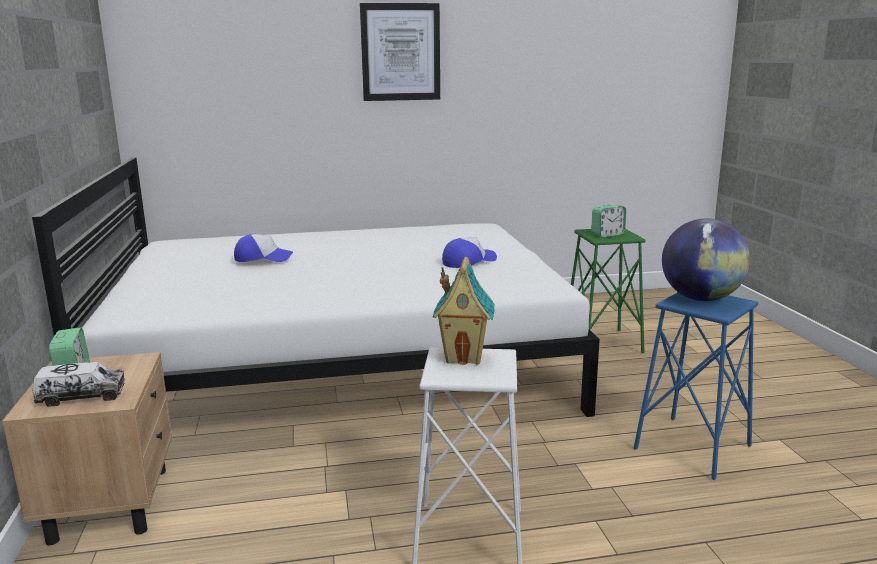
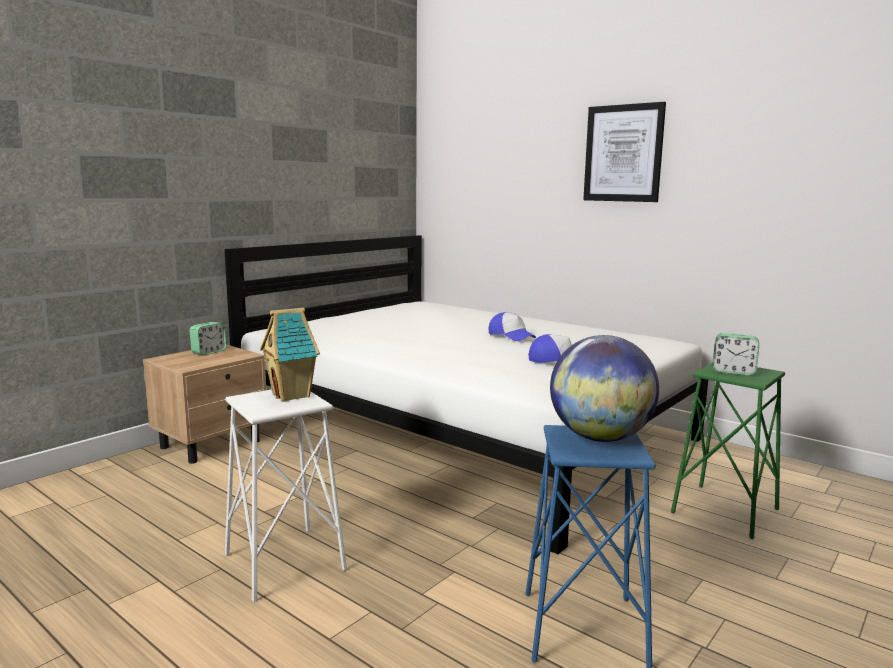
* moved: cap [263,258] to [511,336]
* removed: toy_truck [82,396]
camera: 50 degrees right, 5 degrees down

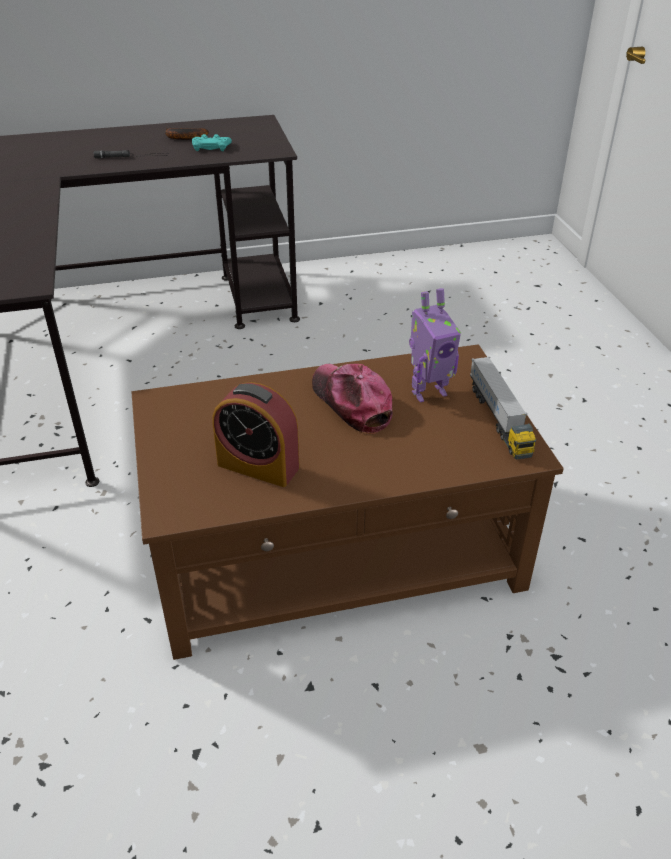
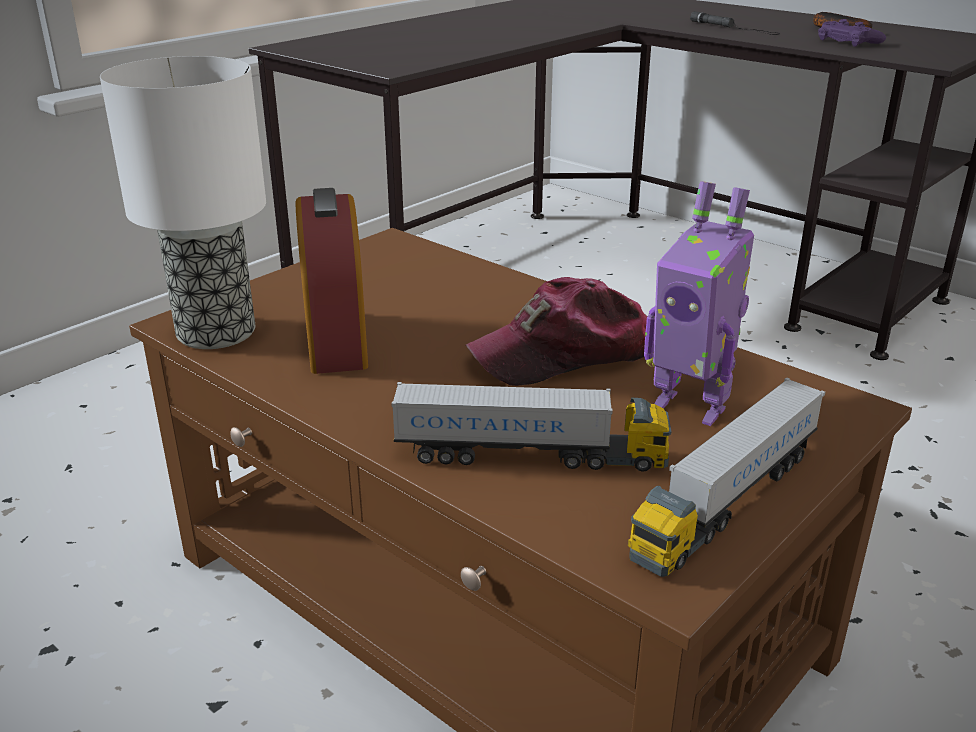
* recoloured: turquoise_game_controller [211,147] to purple_game_controller [848,41]
* turned: cap [351,403] = [564,355] 135 degrees counterclockwise
* added: table_lamp [218,332]
* added: toy_truck [530,456]
camera: 55 degrees right, 10 degrees down

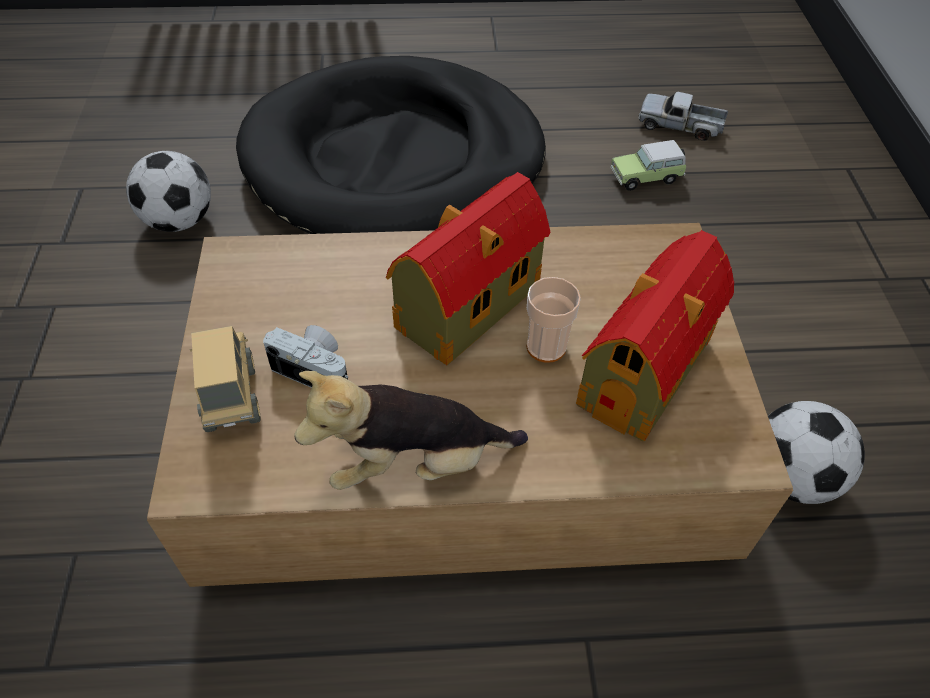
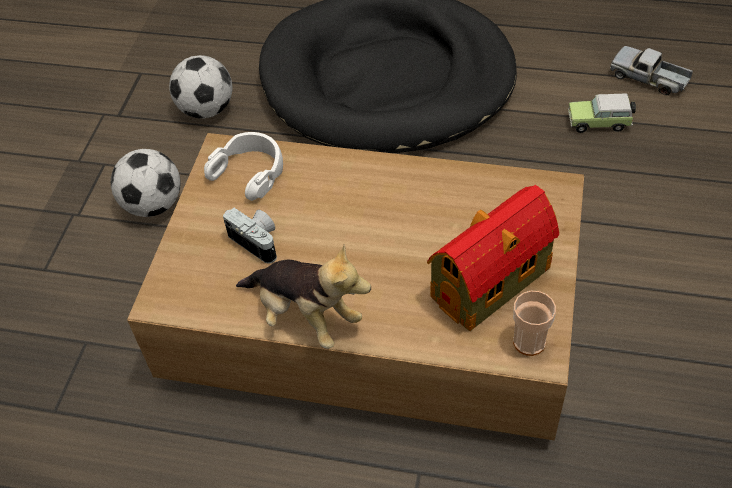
* removed: toy_house [465,308]
* moved: cup [546,347] to [529,342]
* removed: toy_truck [231,398]
* turned: plush_toy [414,463] = [305,316] 150 degrees counterclockwise
* moved: football [790,477] to [153,205]
* added: white_headphones [250,172]
camera: 20 degrees right, 0 degrees up

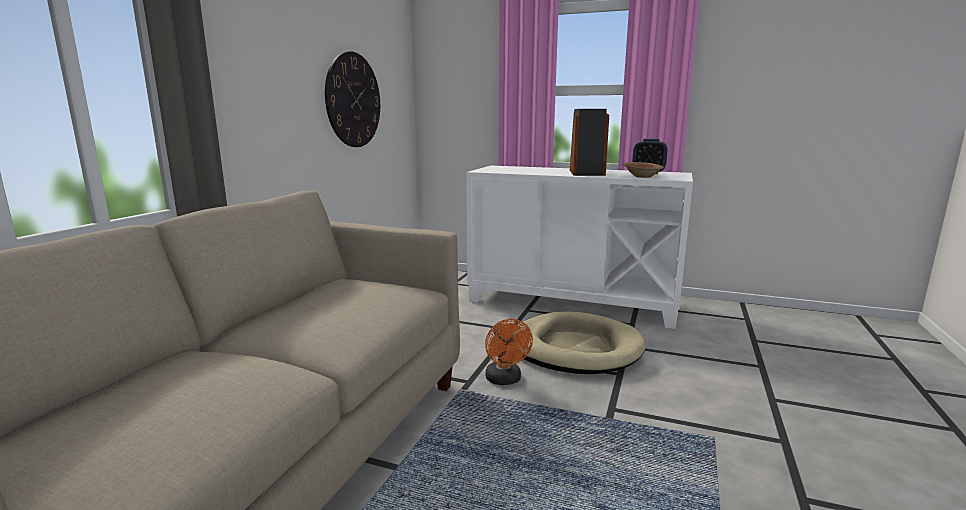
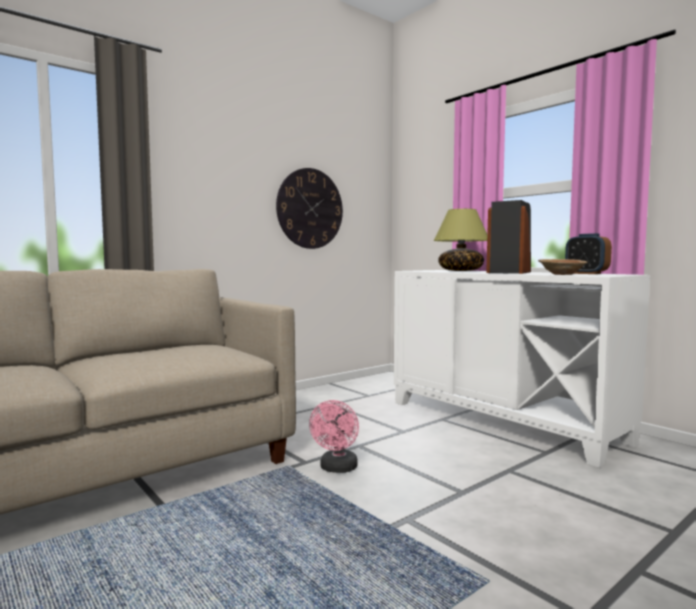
* removed: beige_dog_bed [574,348]
* recoloured: orange_fan [505,380] to pink_fan [337,469]
* added: table_lamp [461,270]
camera: 30 degrees right, 10 degrees down

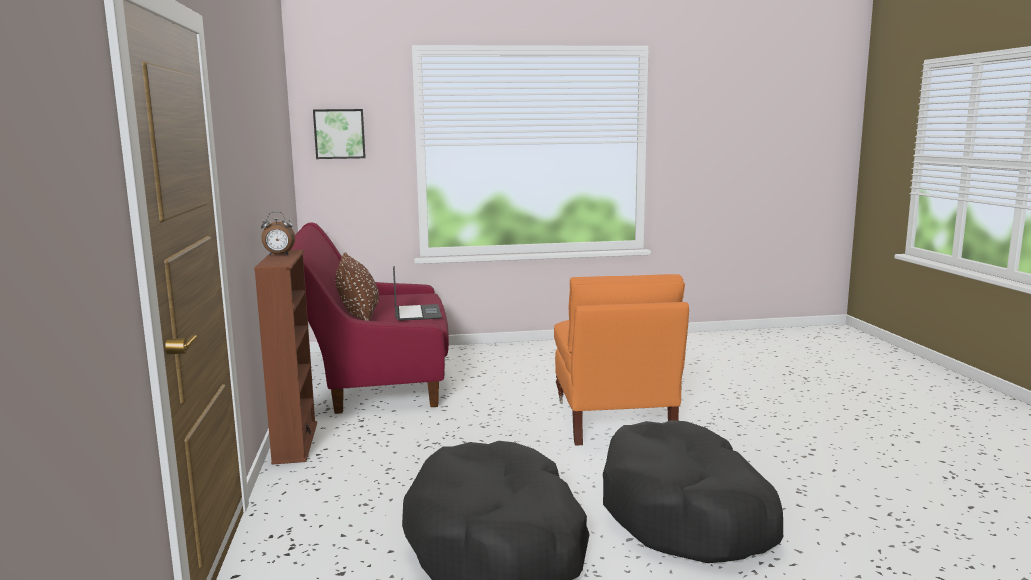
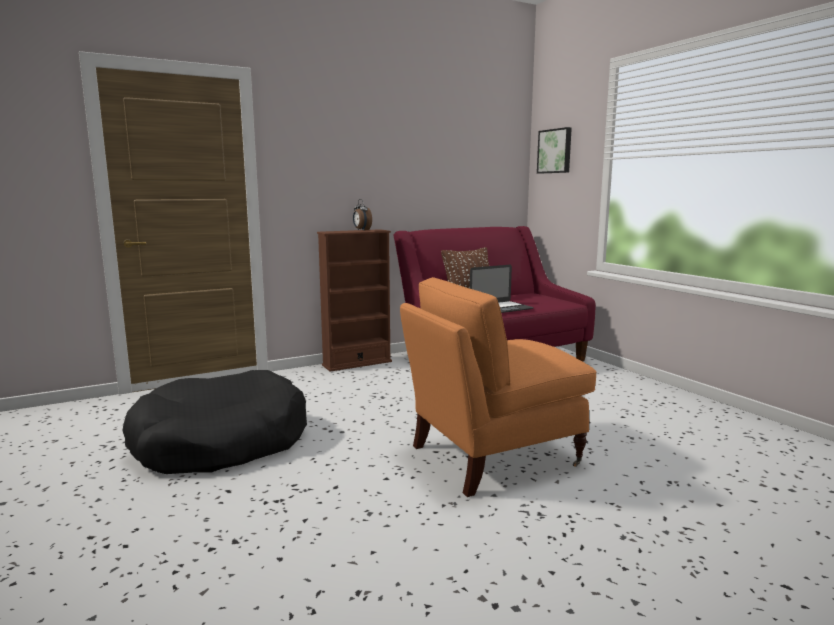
* removed: black_dog_bed [687,514]
camera: 70 degrees right, 0 degrees up

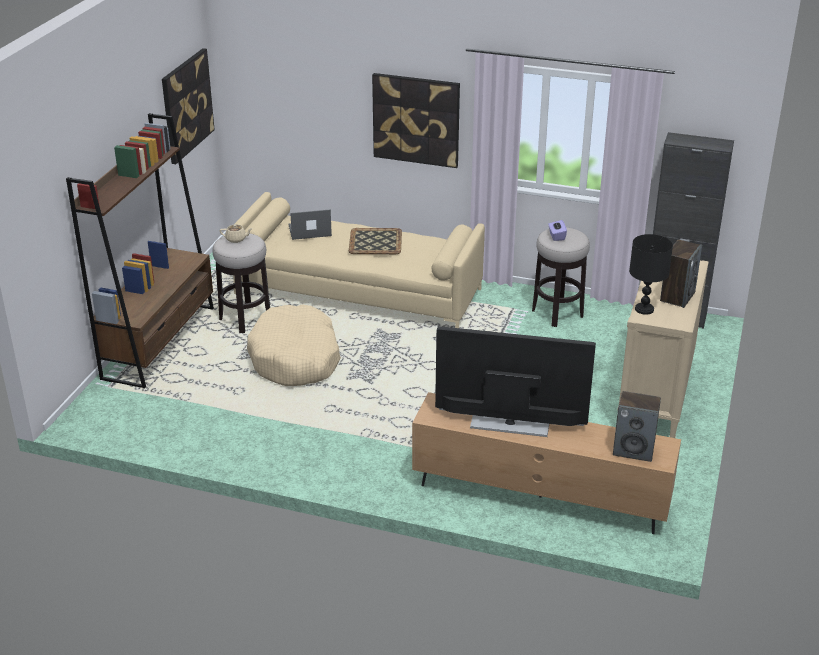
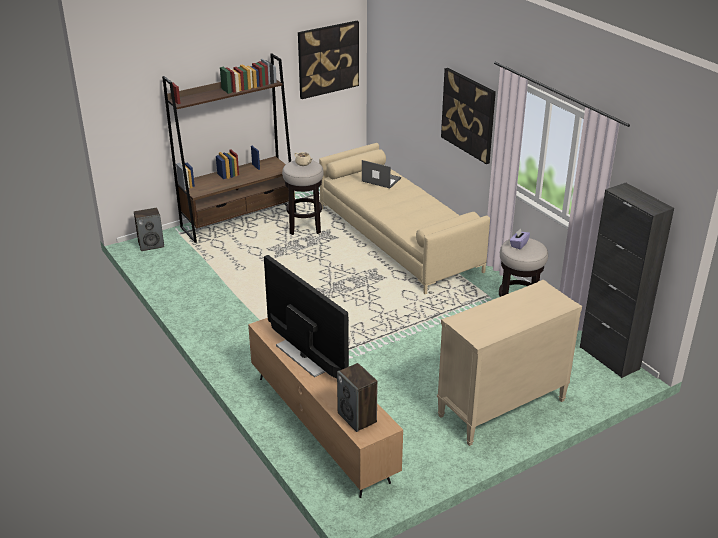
* removed: tray [376,242]
* removed: black_table_lamp [644,309]
* moved: speaker [677,296] to [151,245]
* removed: beige_dog_bed [295,359]
camera: 40 degrees right, 0 degrees up

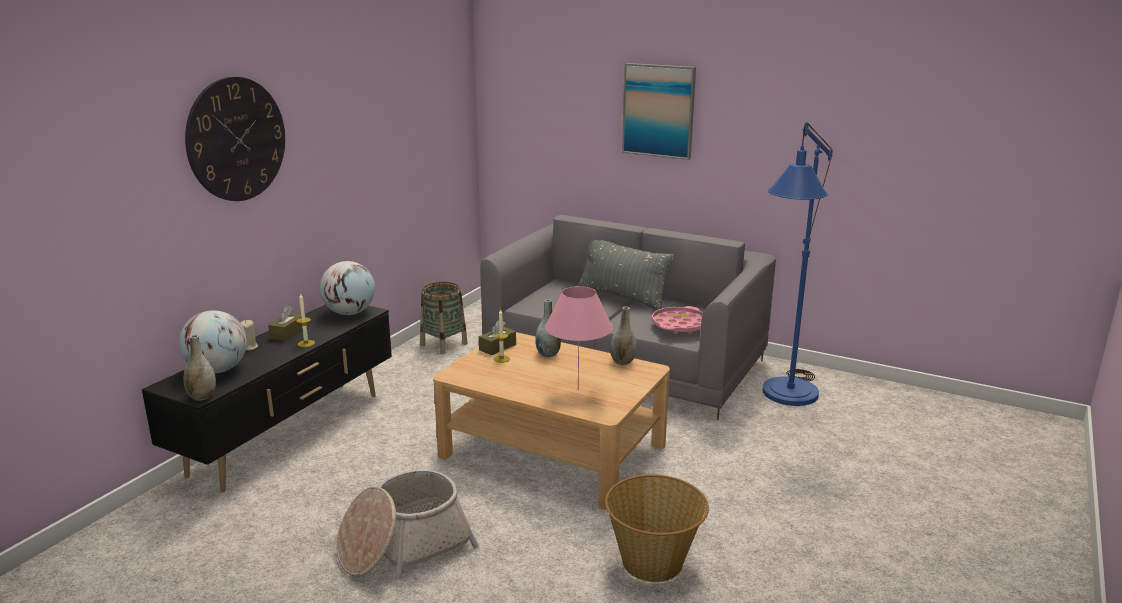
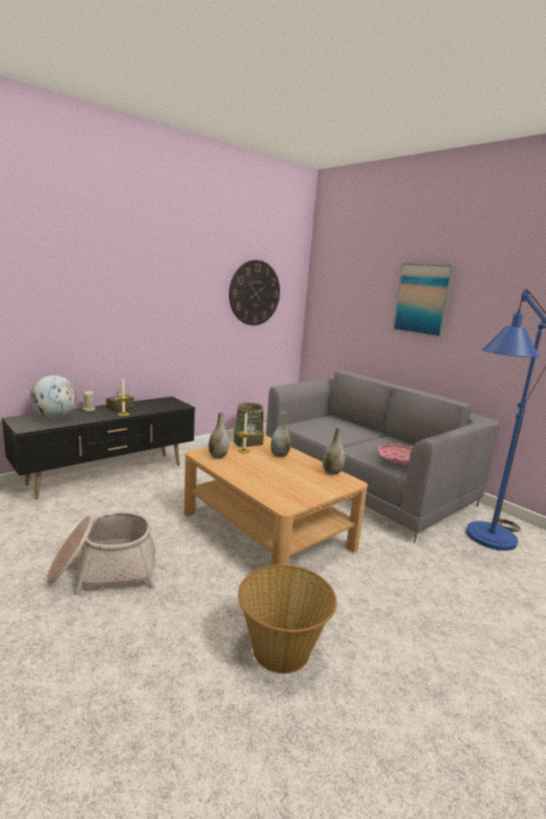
* moved: wall_clock [236,139] to [254,293]
* removed: grey_pillow [622,298]
* removed: globe [349,313]
* removed: pink_table_lamp [578,390]
* moved: grey_vase [202,397] to [218,456]
camera: 20 degrees right, 5 degrees down

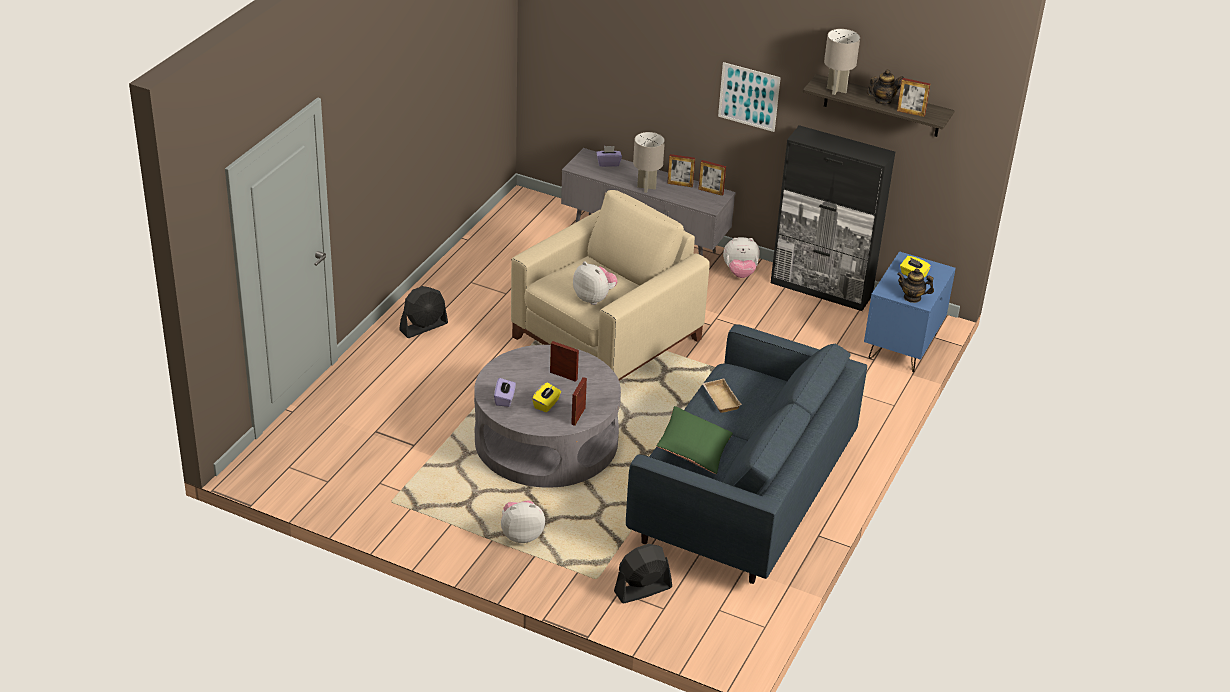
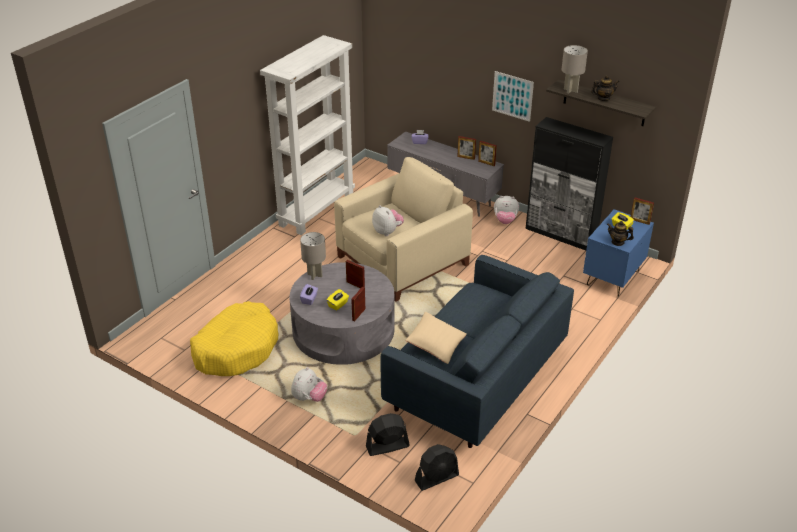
* moved: picture_frame [911,113] to [640,221]
* moved: grey_table_lamp [646,187] to [314,275]
* moved: black_fan [424,327] to [437,478]
* removed: beige_tray [719,398]
* recoloured: green_pillow [694,450] to beige_pillow [436,344]
* turned: plush_toy [521,535] = [309,398] 120 degrees clockwise
* added: white_bookcase [316,209]
* added: yellow_dog_bed [236,348]
camera: 10 degrees right, 0 degrees up

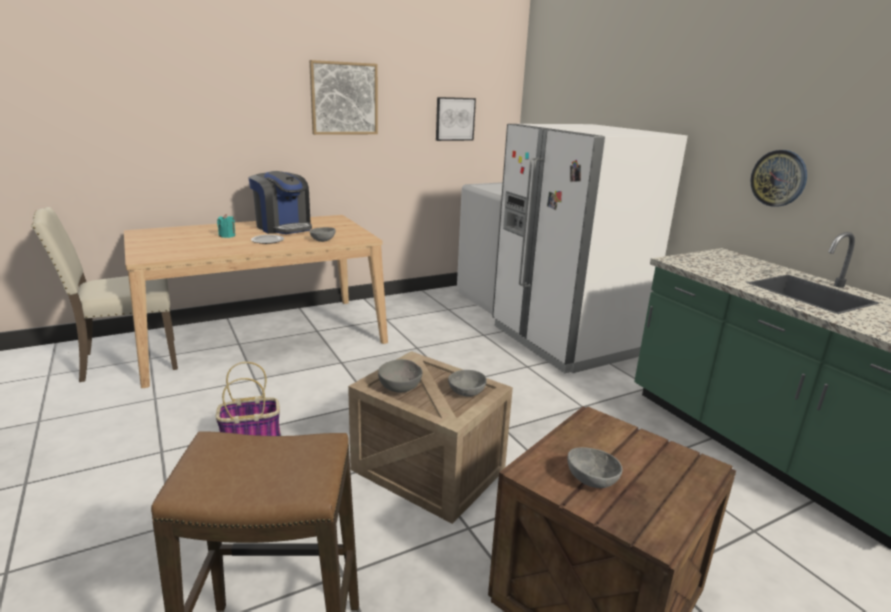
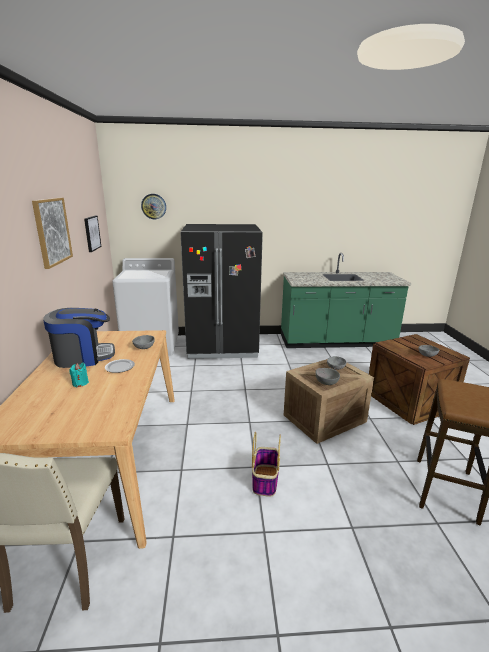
* recoloured: white_fridge [565,340] to black_fridge [222,347]
* moved: wall_clock [779,178] to [153,206]
camera: 65 degrees left, 0 degrees up

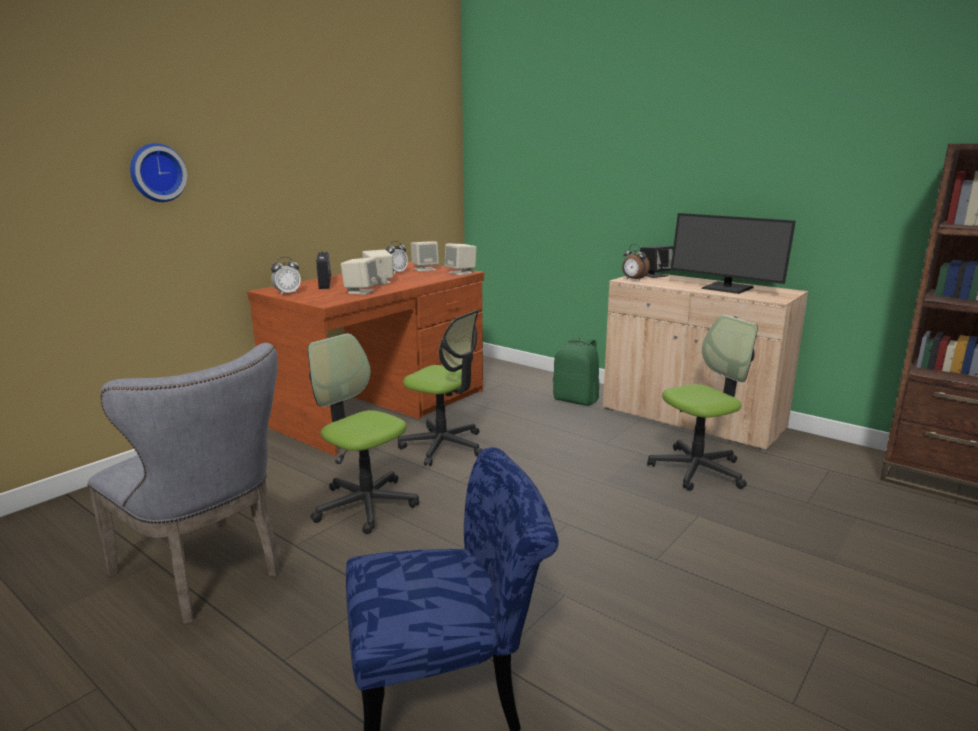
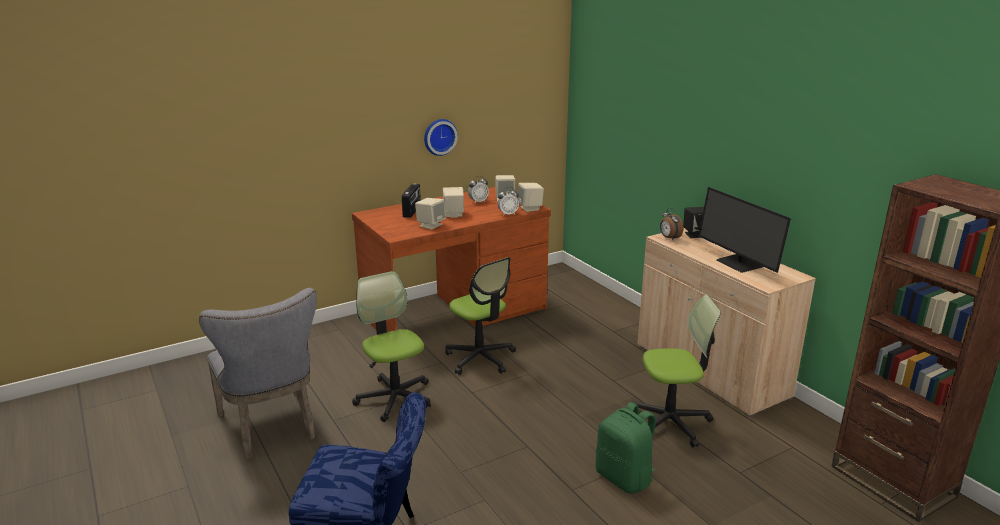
* moved: wall_clock [156,172] to [439,136]
* moved: alarm_clock [287,293] to [508,214]
* moved: green_backpack [576,400] to [625,478]
camera: 20 degrees right, 5 degrees up

